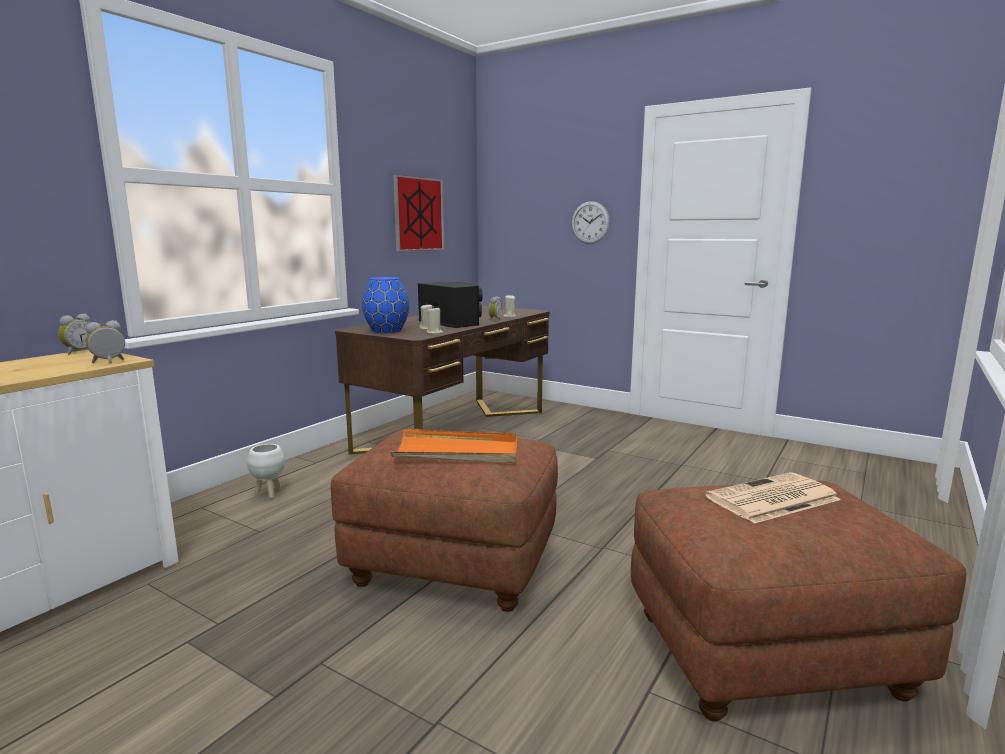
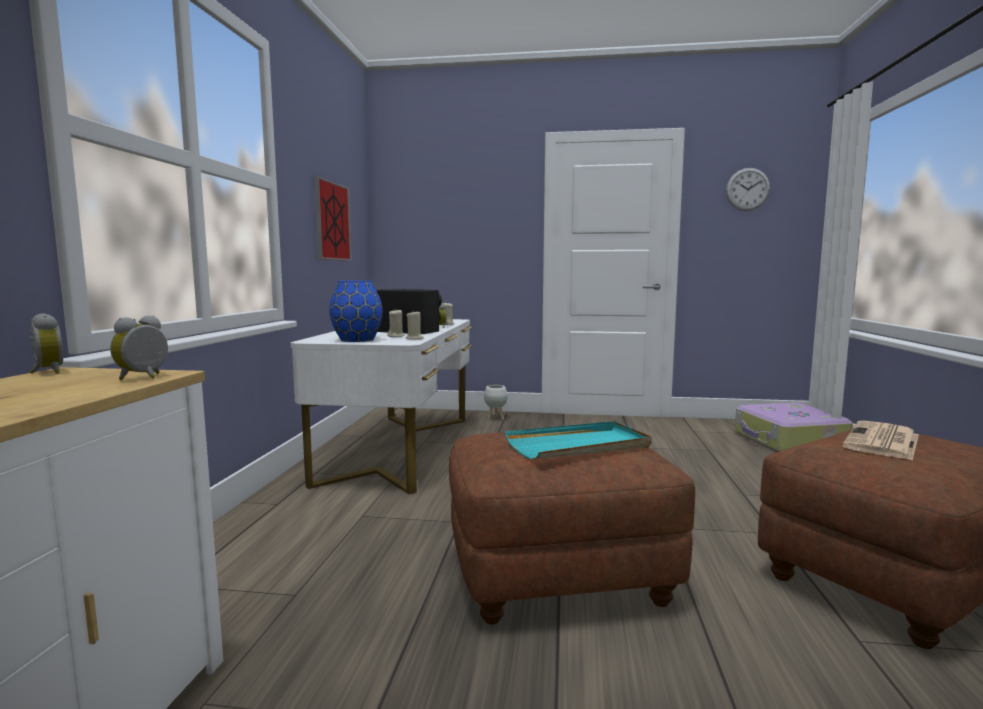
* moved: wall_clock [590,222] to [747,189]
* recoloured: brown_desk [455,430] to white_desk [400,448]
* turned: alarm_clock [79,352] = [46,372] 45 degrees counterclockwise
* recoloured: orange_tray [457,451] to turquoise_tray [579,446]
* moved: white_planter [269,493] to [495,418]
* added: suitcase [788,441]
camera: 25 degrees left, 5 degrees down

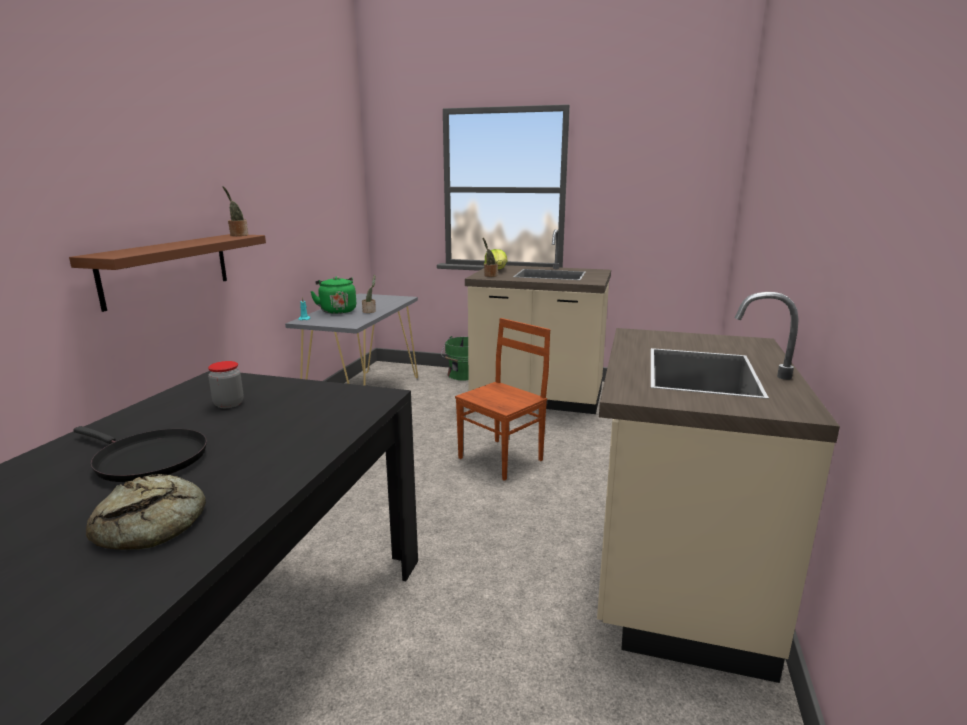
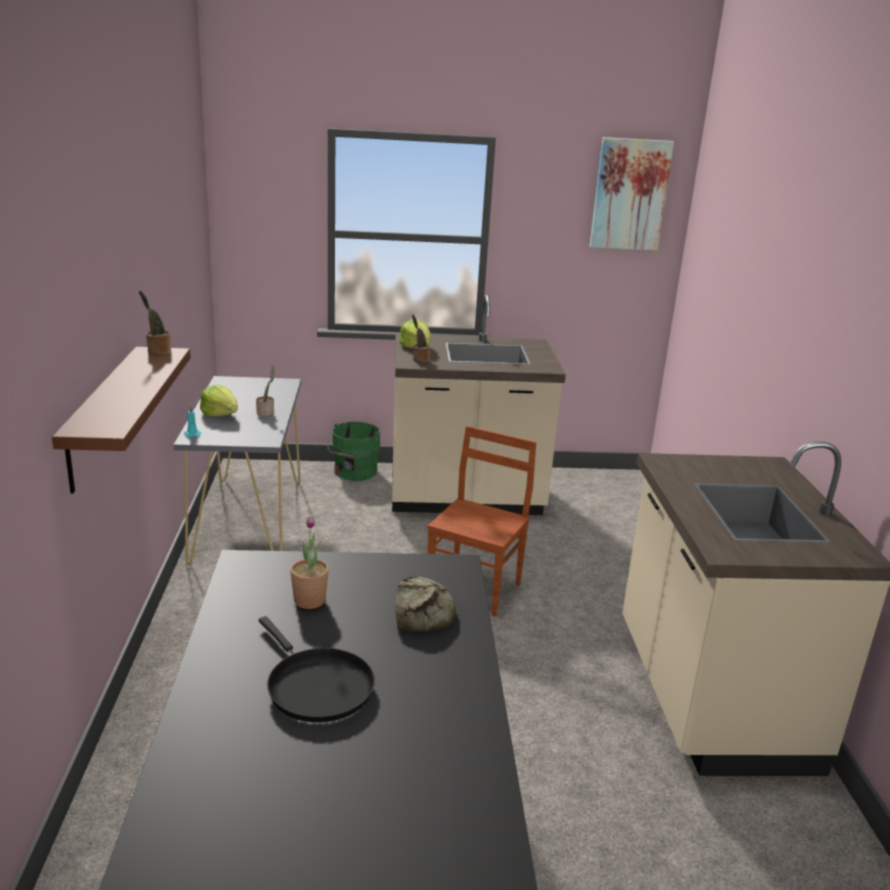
* replaced: green_kettle [337,310] to lettuce [220,414]
* replaced: jar [229,404] to potted_plant [309,600]
* turned: black_frying_pan [147,459] = [316,686] 45 degrees clockwise
* moved: bread [156,522] to [422,612]
* added: picture [630,194]
camera: 20 degrees left, 5 degrees up

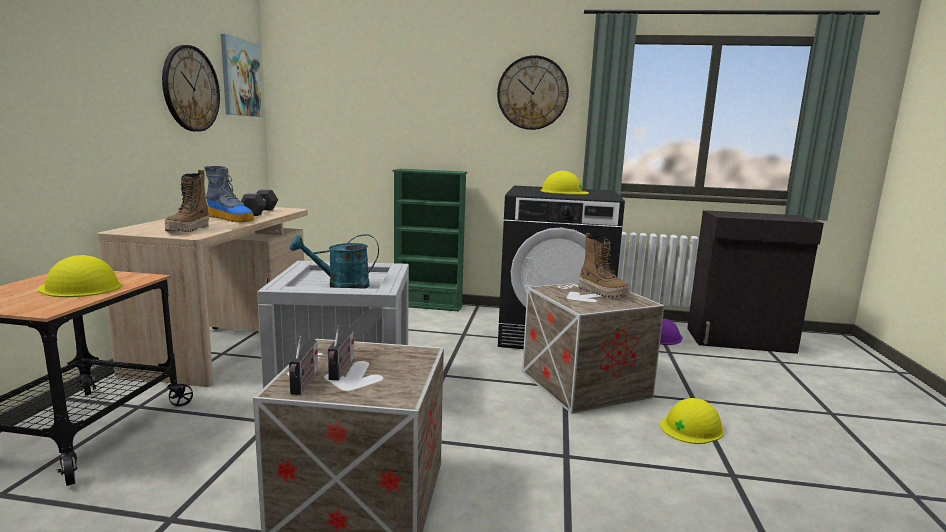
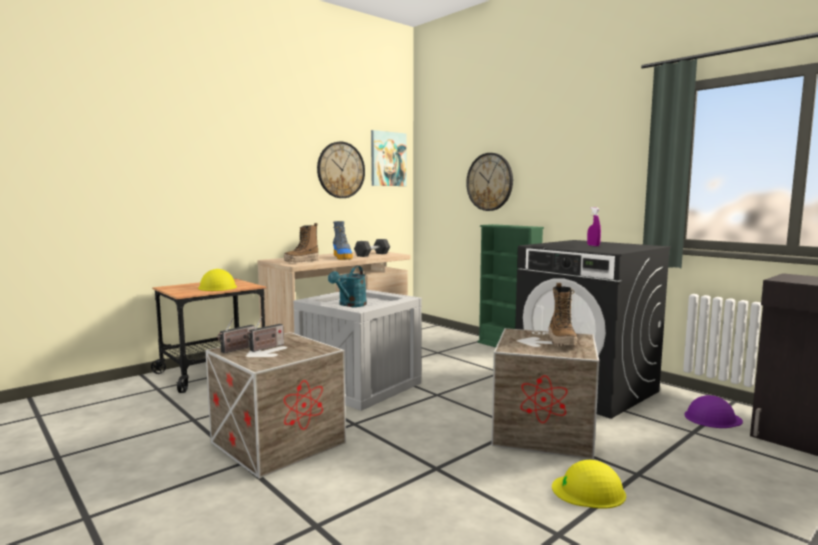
* moved: wall_clock [532,93] to [489,182]
* replaced: yellow_hard_hat [563,192] to purple_spray_bottle [593,245]
* turned: turquoise_watering_can [341,286] = [350,305] 90 degrees counterclockwise
camera: 40 degrees right, 5 degrees down

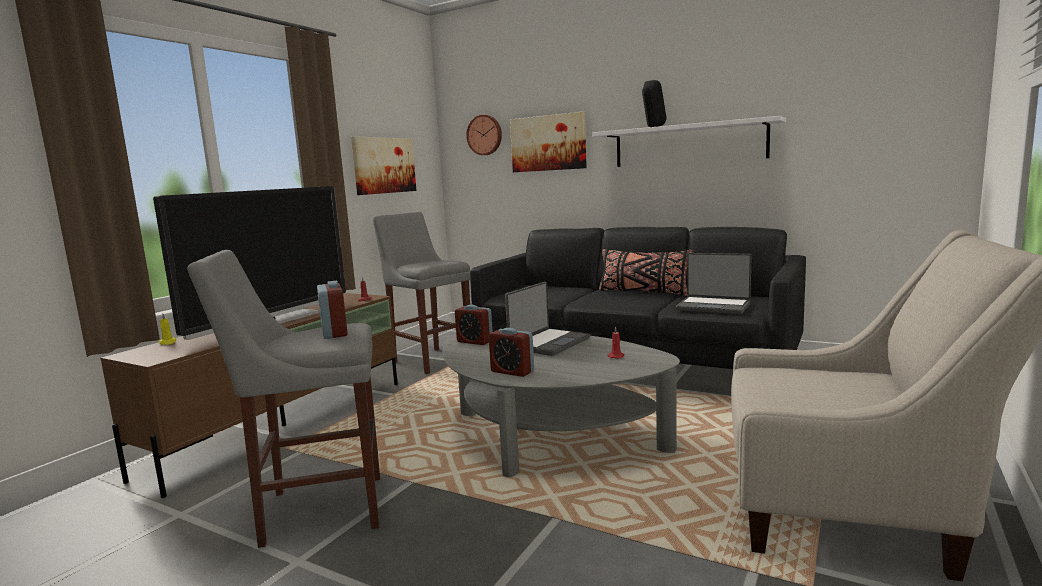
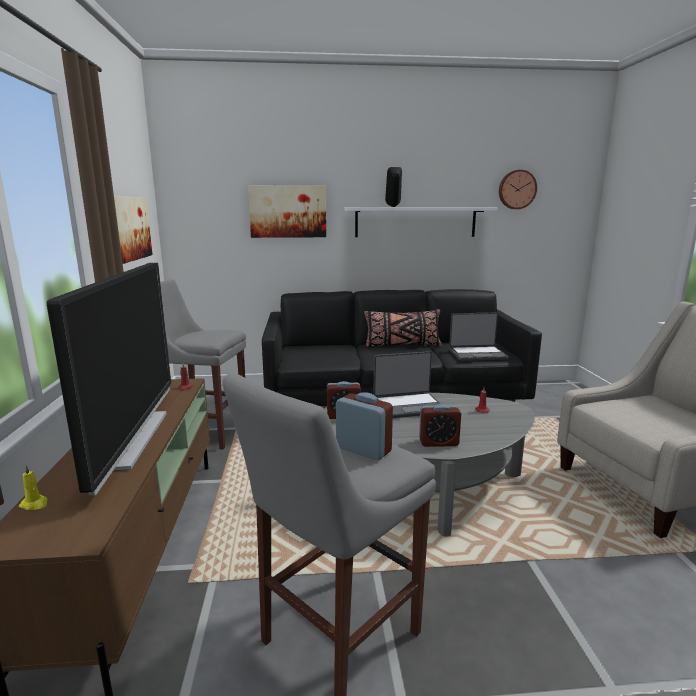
* moved: wall_clock [485,135] to [516,189]
* turned: laptop [548,343] = [408,406] 75 degrees clockwise
camera: 35 degrees left, 5 degrees up

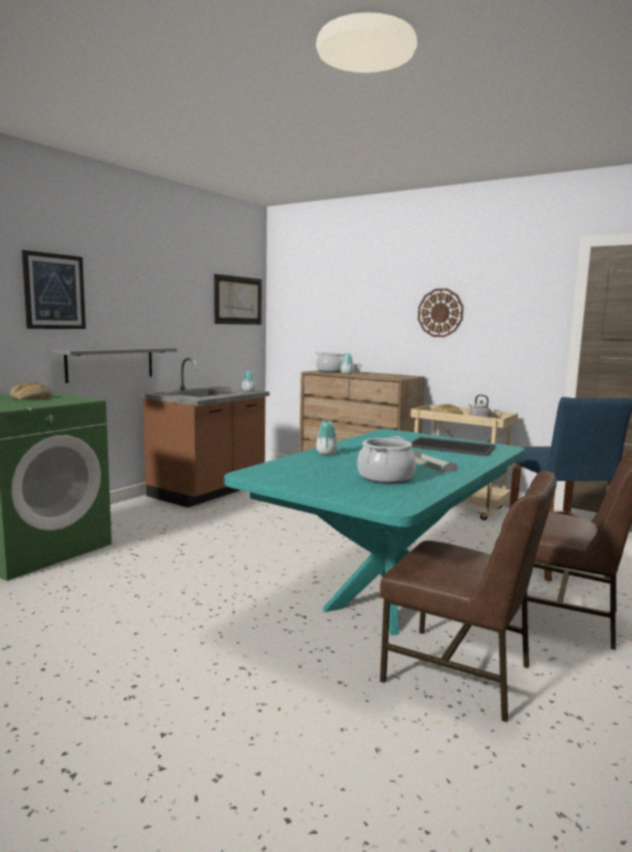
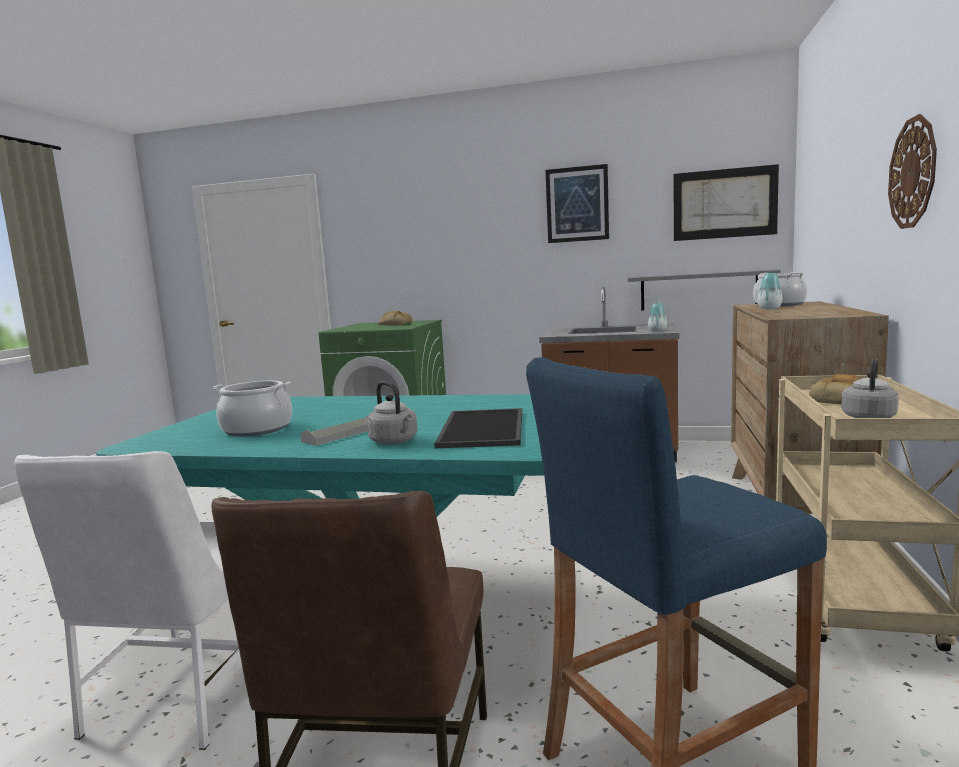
* moved: picture [54,291] to [577,204]
* moved: grey_shelf [110,364] to [698,290]
* removed: vase [326,453]
* recoloured: brown_chair [460,673] to white_chair [188,690]
* added: grey_kettle [395,441]
camera: 70 degrees right, 0 degrees up

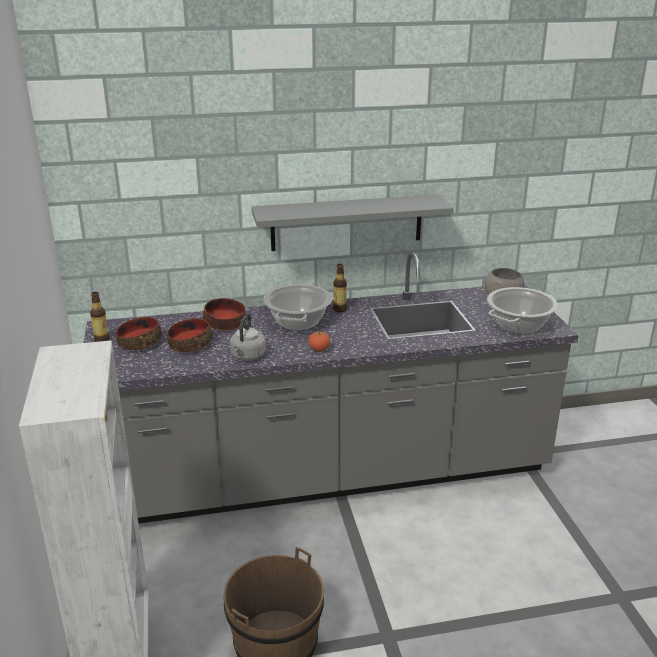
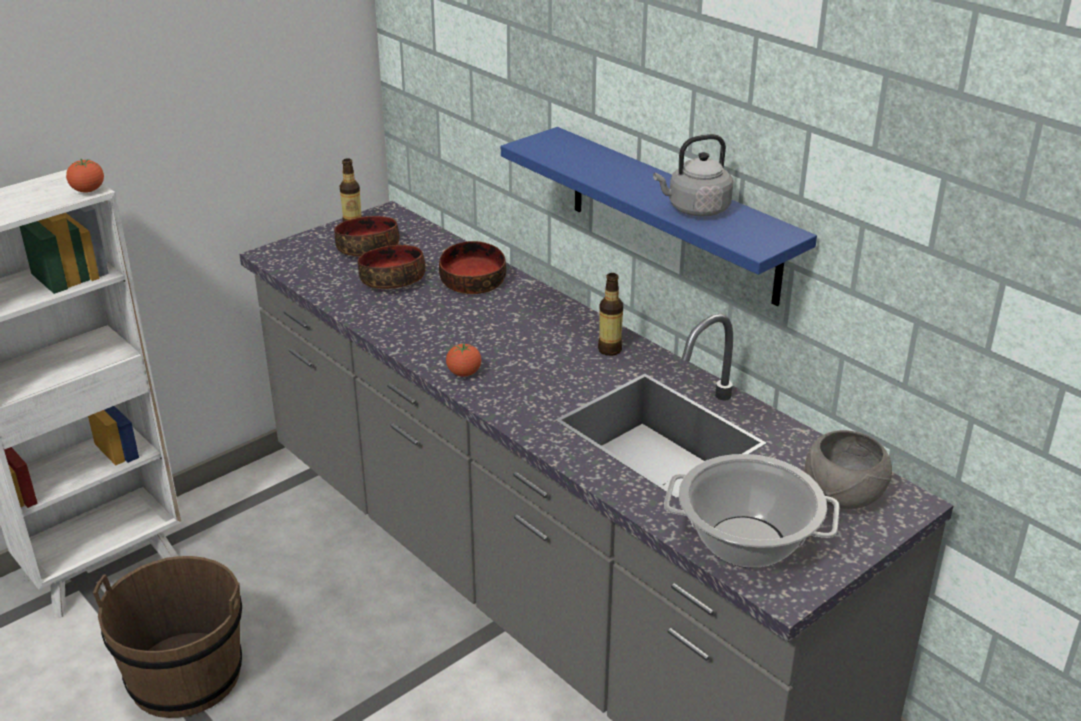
* recoloured: grey_shelf [346,222] to blue_shelf [673,215]
* removed: cooking_pot [298,322]
* moved: grey_kettle [247,356] to [695,209]
* added: tomato [88,191]
camera: 60 degrees right, 5 degrees up

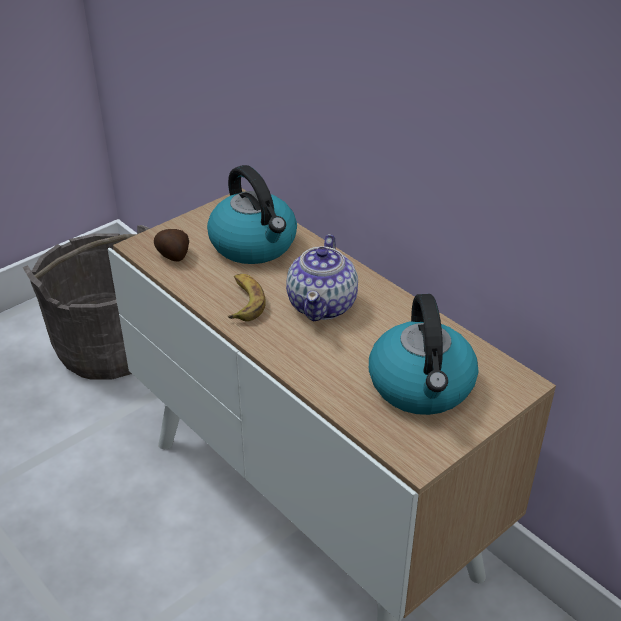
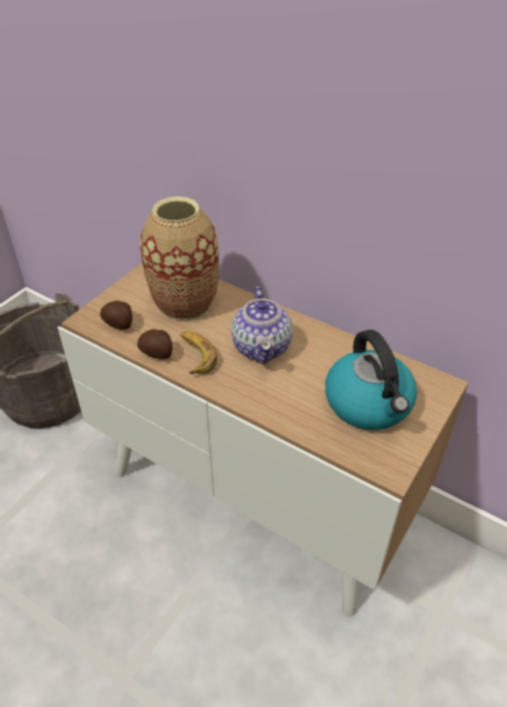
* replaced: kettle [254,245] to vase [185,302]
* added: potato [157,354]
camera: 15 degrees left, 5 degrees up

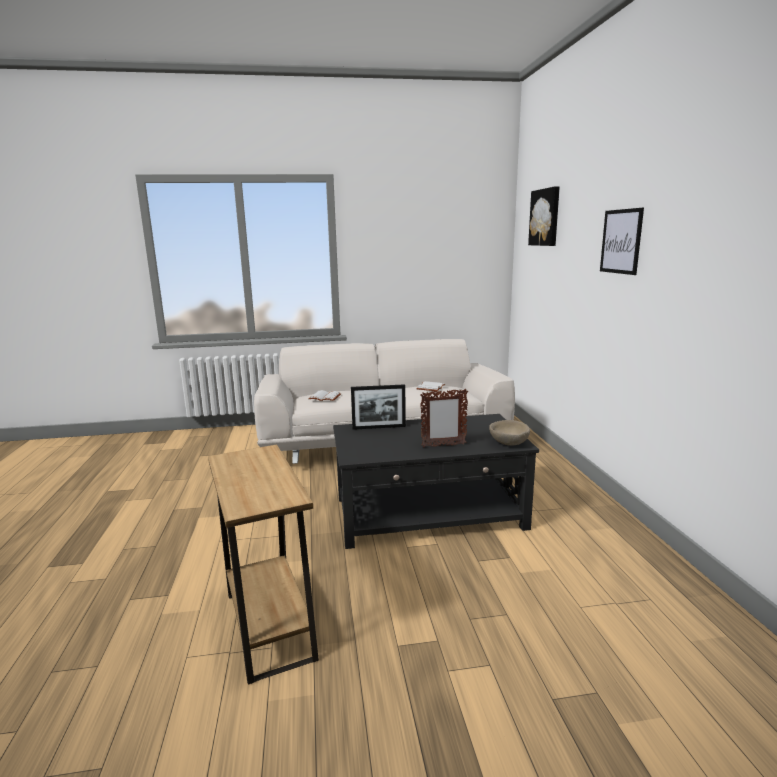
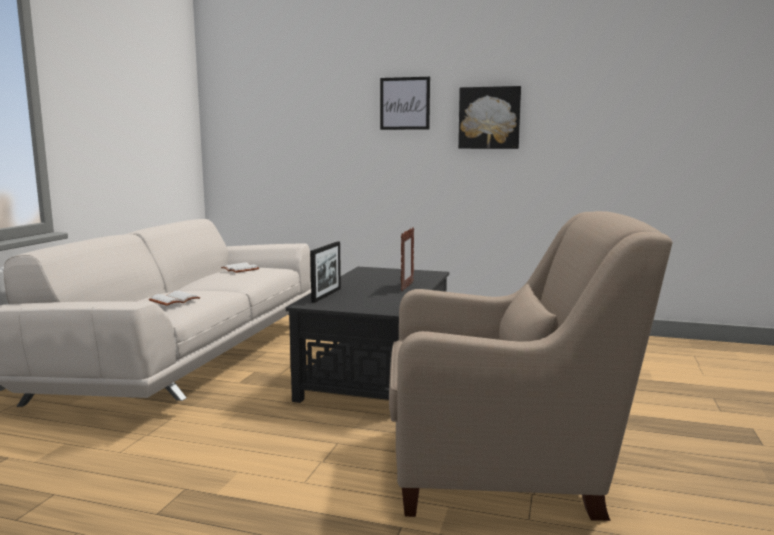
* moved: picture [545,217] to [489,118]
* removed: beige_bowl [508,443]
* replaced: brown_side_table [269,625] to beige_armchair [503,469]
camera: 65 degrees left, 5 degrees down

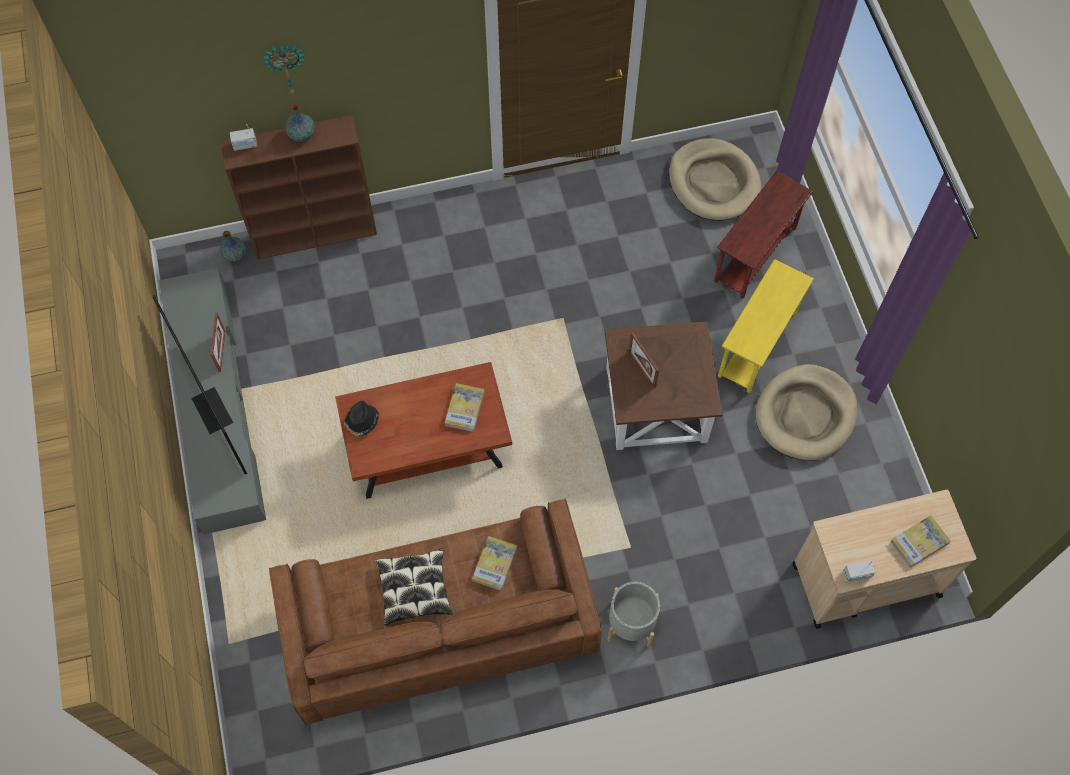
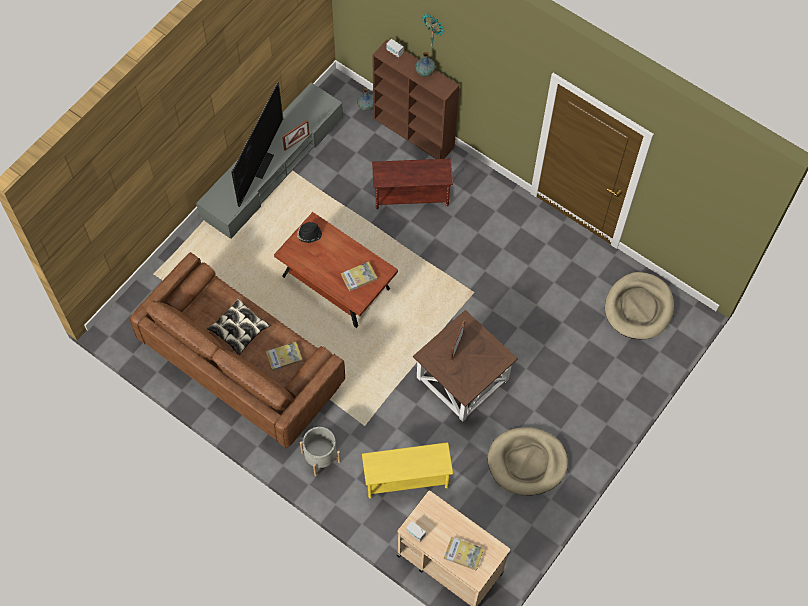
* moved: brown_side_table [755,255] to [411,198]
* moved: yellow_side_table [757,345] to [406,481]
camera: 50 degrees right, 0 degrees up

